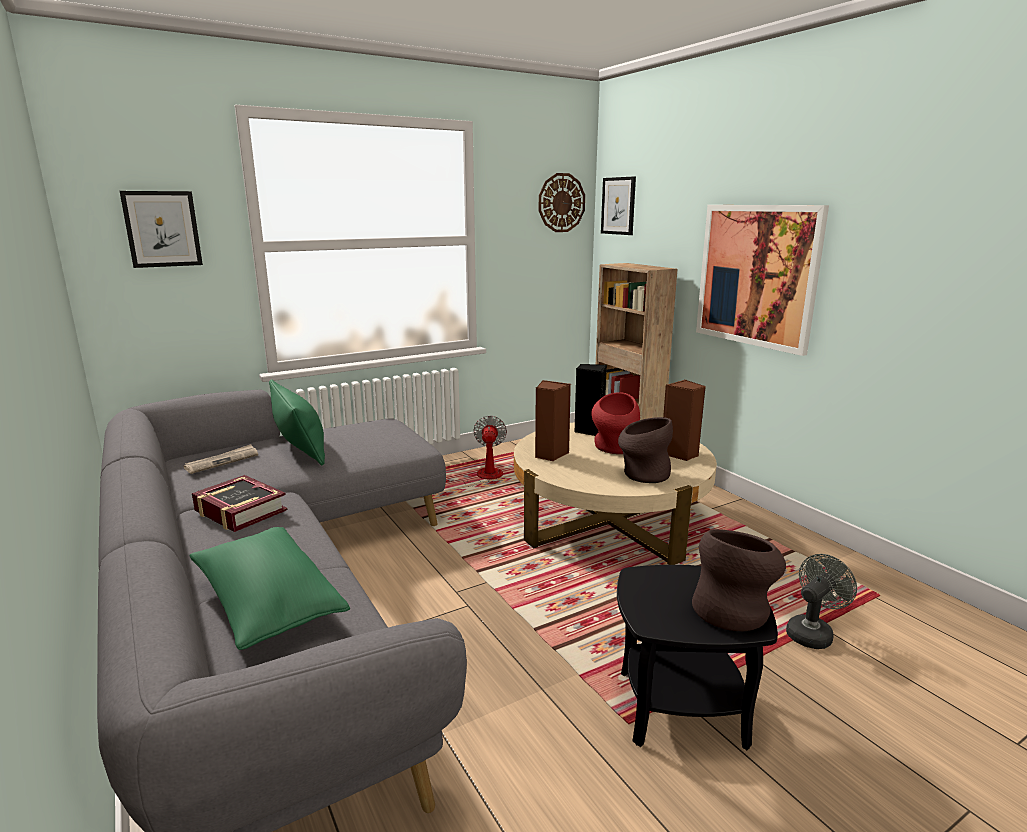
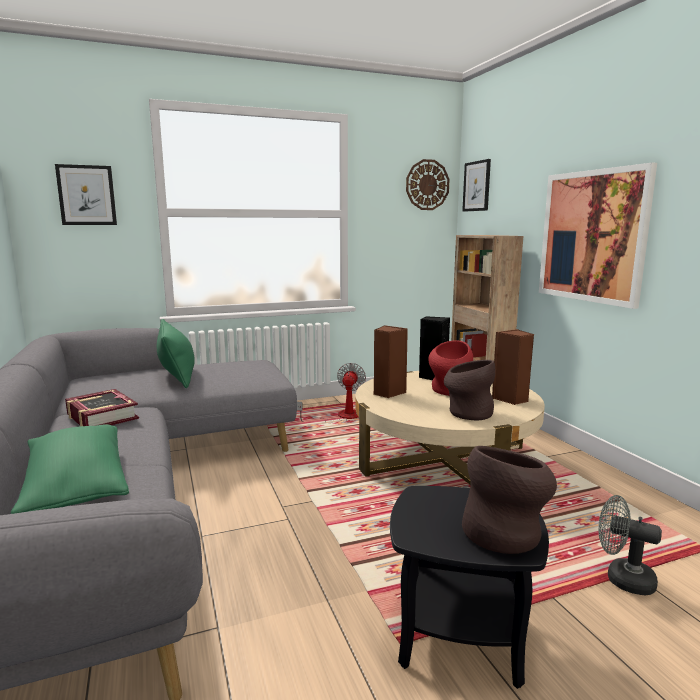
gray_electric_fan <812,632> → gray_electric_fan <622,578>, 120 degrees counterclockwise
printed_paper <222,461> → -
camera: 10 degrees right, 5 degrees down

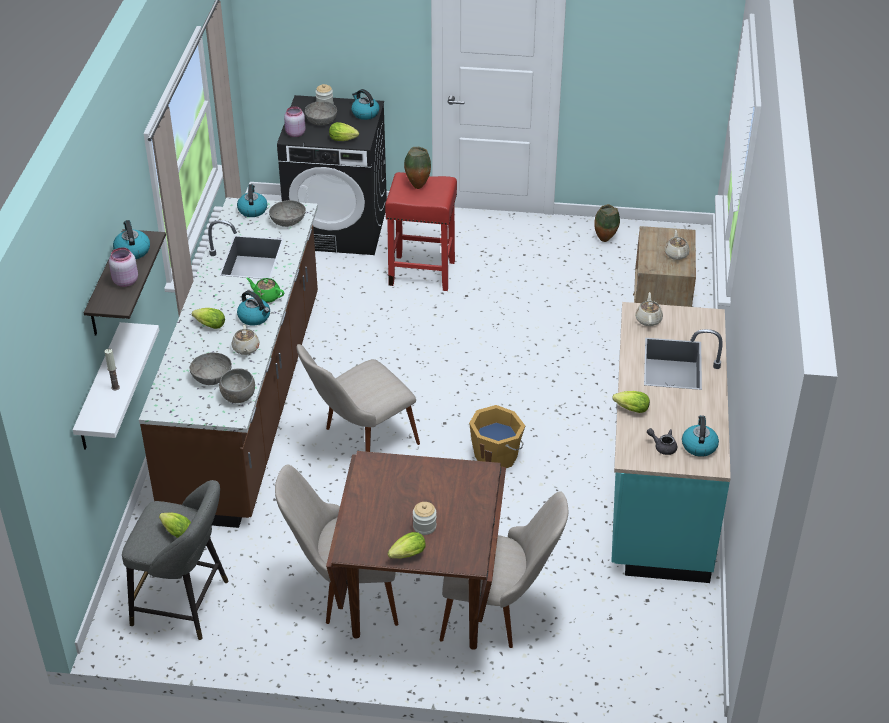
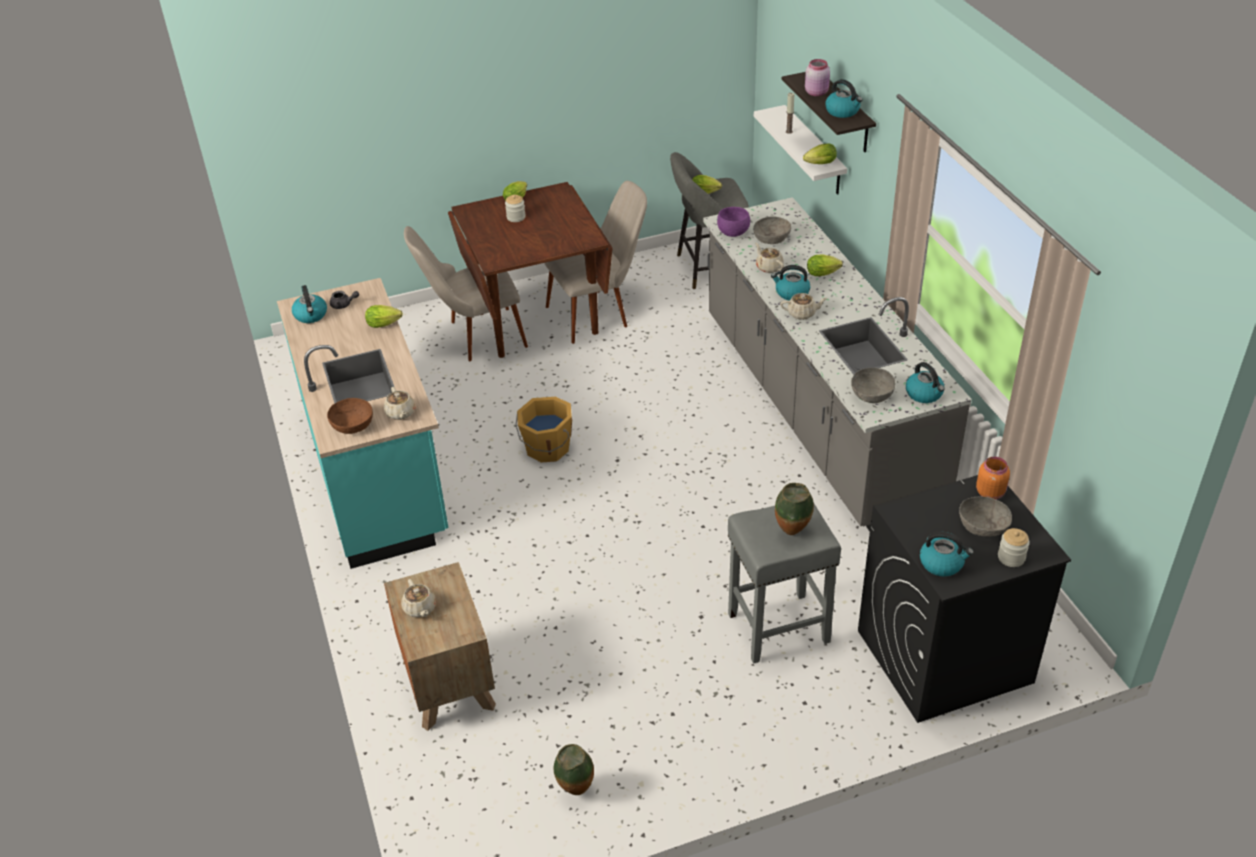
- → brownish_bowl <352,425>
brownish_kitchen_counter <247,403> → gray_kitchen_counter <816,410>
gray_bowl <238,397> → purple_bowl <733,233>
reddish_sitting_stool <423,273> → gray_sitting_stool <777,628>
green_tea_pot <266,296> → beige-coloured_tea_pot <802,313>
head_of_lettuce <344,140> → head_of_lettuce <818,164>, move
pink_storage_jar <295,133> → orangey_storage_jar <990,492>
beige-coloured_plain_chair <359,442> → -
camera: 155 degrees right, 0 degrees up

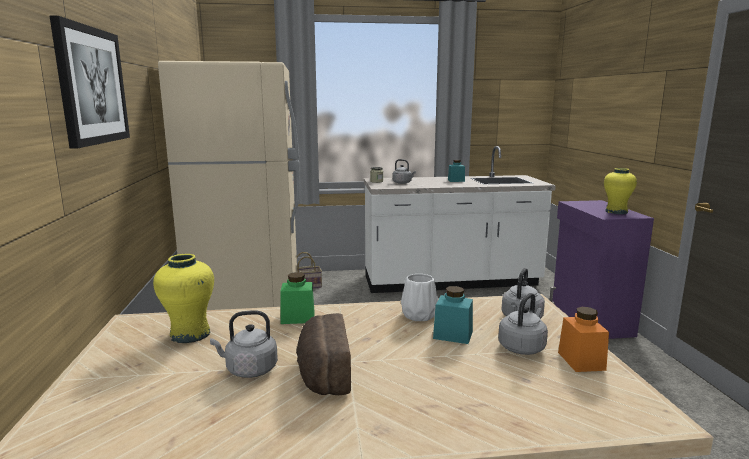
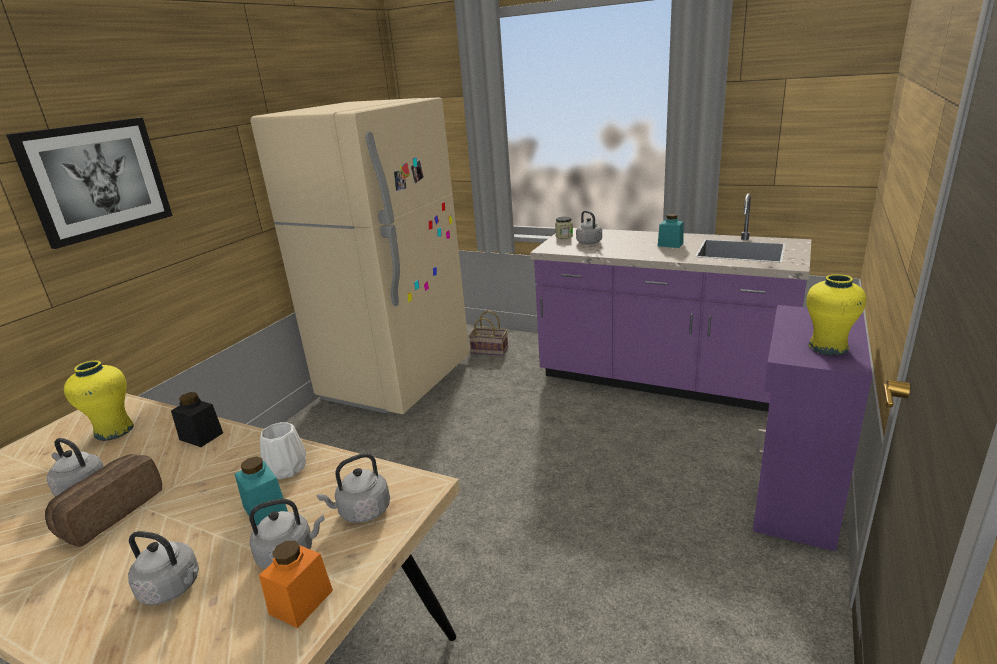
- → gray_water_kettle <173,588>
green_storage_jar <298,318> → blackish_storage_jar <201,436>
white-coloured_kitchen_counter <451,282> → purple_kitchen_counter <661,381>
camera: 35 degrees right, 10 degrees up

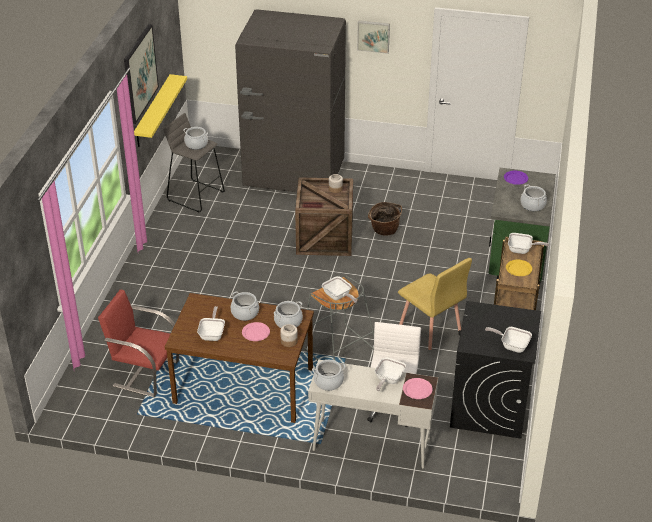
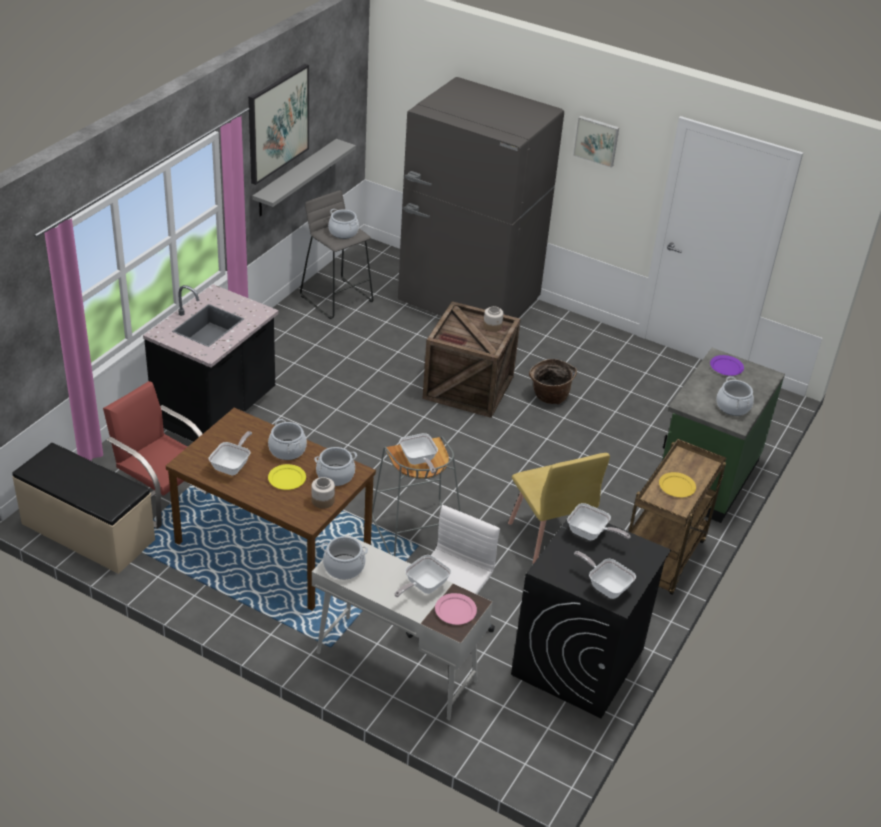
- → beige-coloured_indoor_bench <87,532>
- → blackish_kitchen_counter <217,410>
yellowish_bracket_shelf <153,111> → gray_bracket_shelf <296,178>
pink_dinner_plate <255,333> → yellowish_dinner_plate <287,478>
frying_pan <522,250> → frying_pan <590,534>, move
camera: 15 degrees right, 0 degrees up

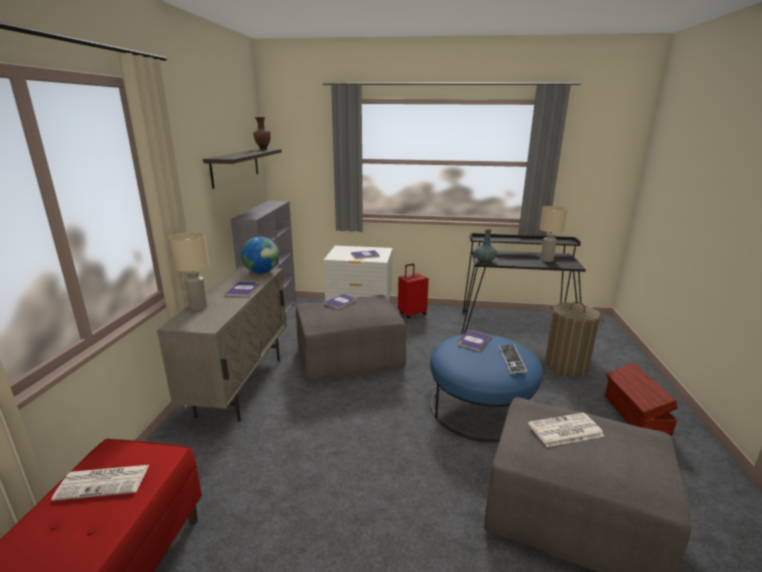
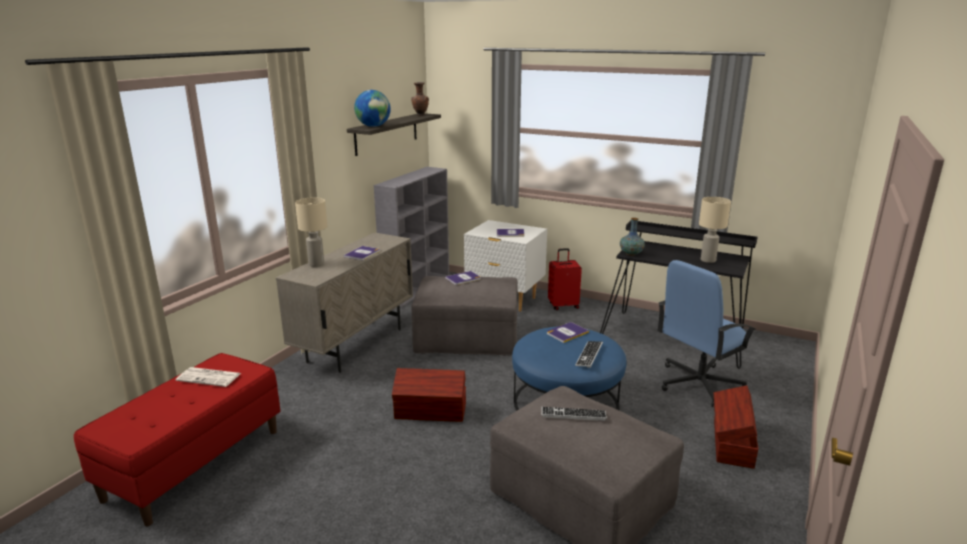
desk_globe <262,272> → desk_globe <373,126>, move
- → brownish_storage_bin <431,412>
printed_paper <565,430> → keyboard <573,415>
hamper <566,365> → blue-coloured_computer_chair <698,384>
camera: 20 degrees right, 0 degrees up

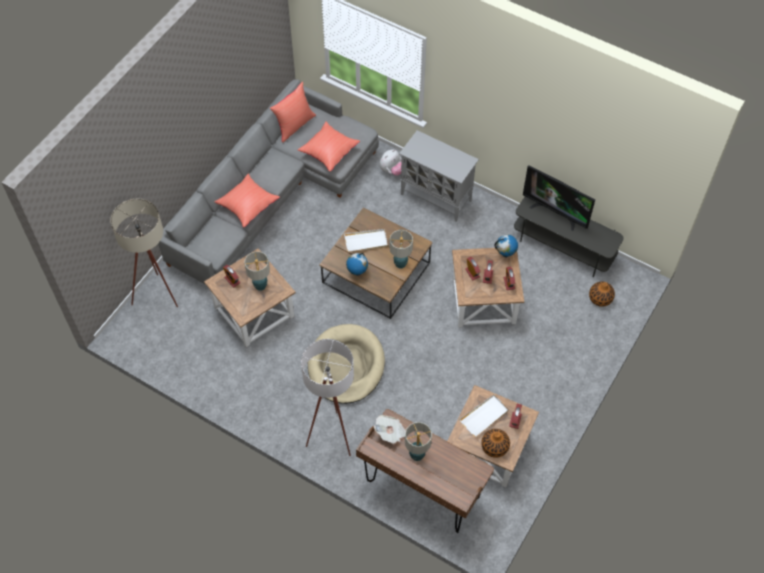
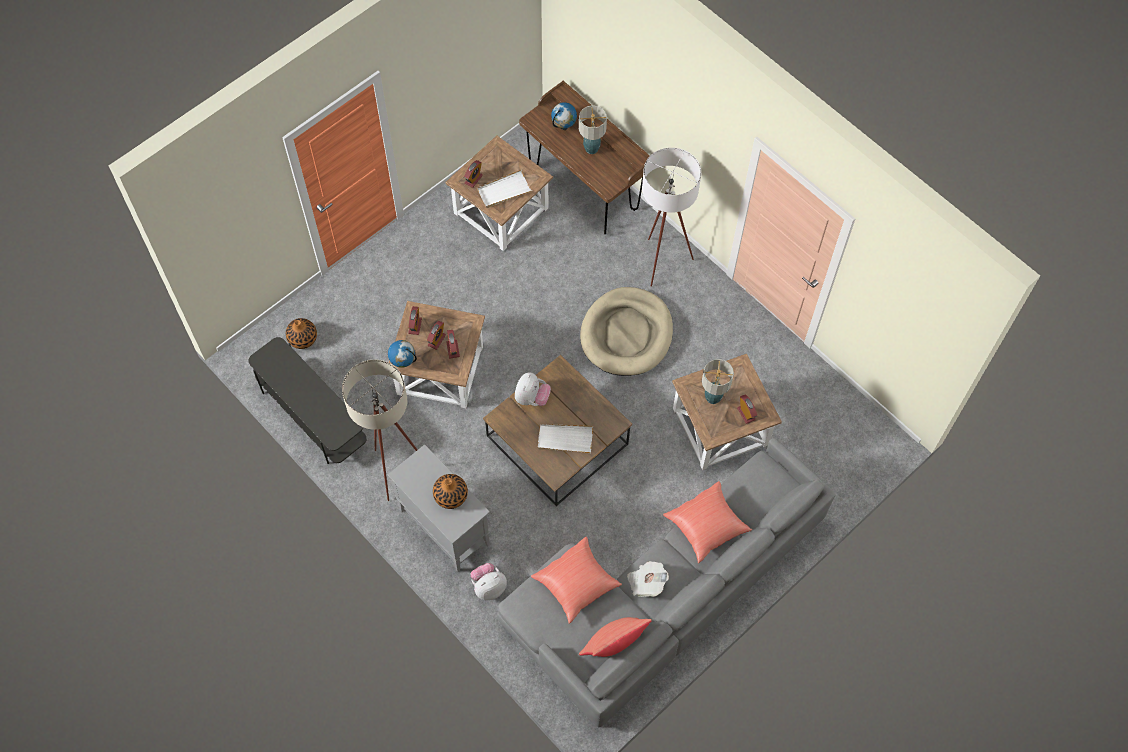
beige-coloured_floor_lamp <160,298> → beige-coloured_floor_lamp <393,467>, move
vase <494,446> → vase <450,496>, move
table_lamp <400,264> → soft_toy <531,398>
desk_globe <357,272> → desk_globe <564,127>, move
printed_paper <391,433> → printed_paper <646,582>, move
TV_set <555,213> → -
camera: 165 degrees left, 5 degrees up

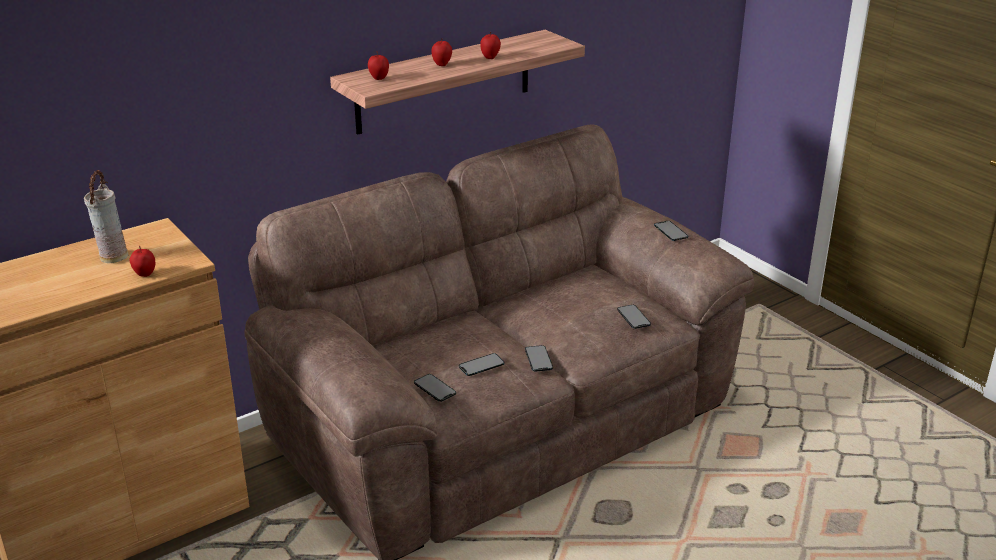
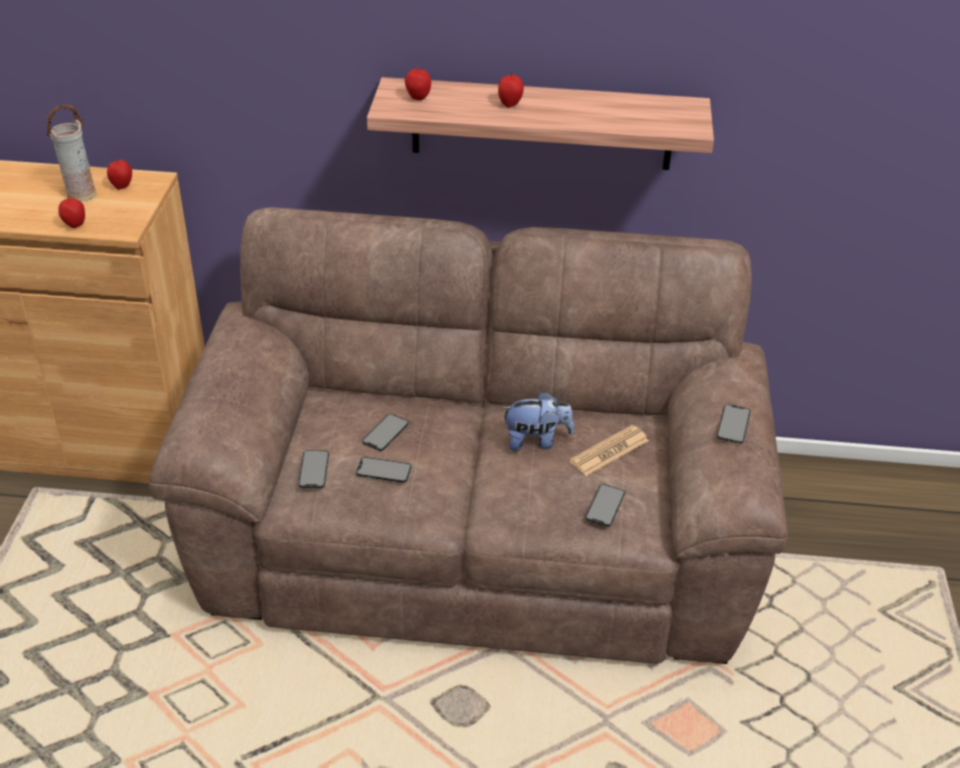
whole_apple <490,57> → whole_apple <122,186>, move
handset <538,358> → handset <385,432>, move
- → soft_toy <536,441>
- → printed_paper <609,451>
camera: 40 degrees right, 10 degrees up

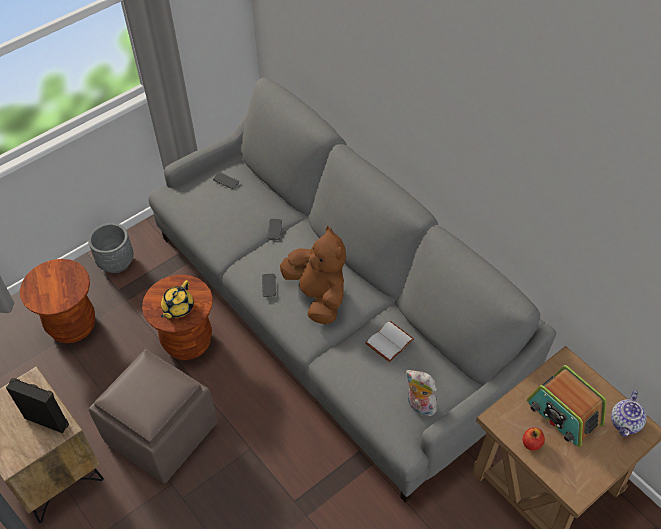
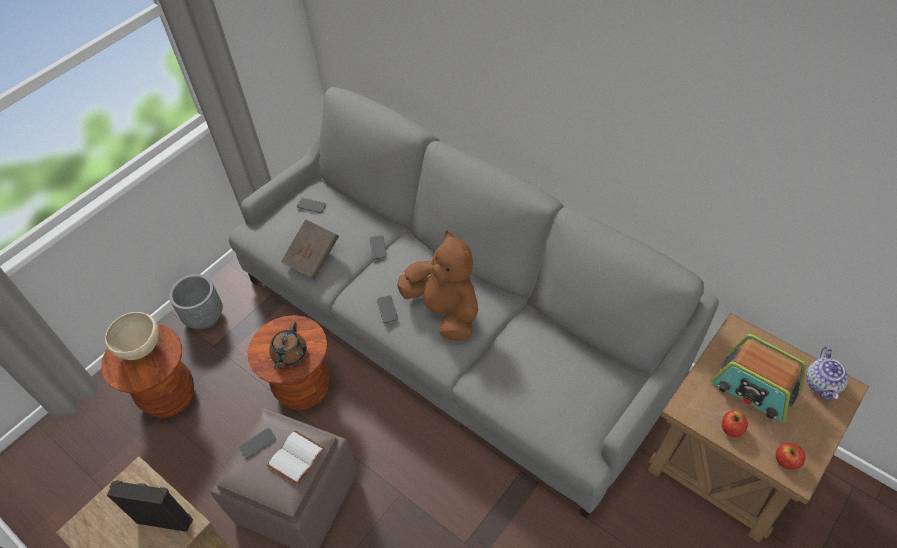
- → beige-coloured_bowl <141,348>
- → handset <258,443>
white-coloured_volume <390,343> → white-coloured_volume <297,459>, move
yellowish_tea_pot <177,308> → brownish_tea_pot <289,354>
- → brownish_volume <312,258>
- → whole_apple <786,461>
soft_toy <419,406> → -
camera: 10 degrees left, 0 degrees up

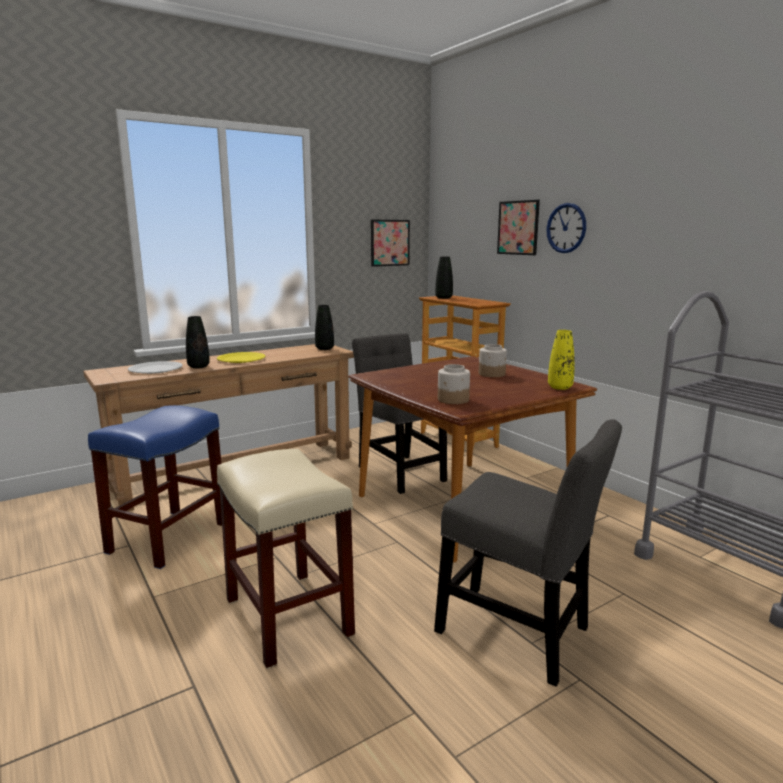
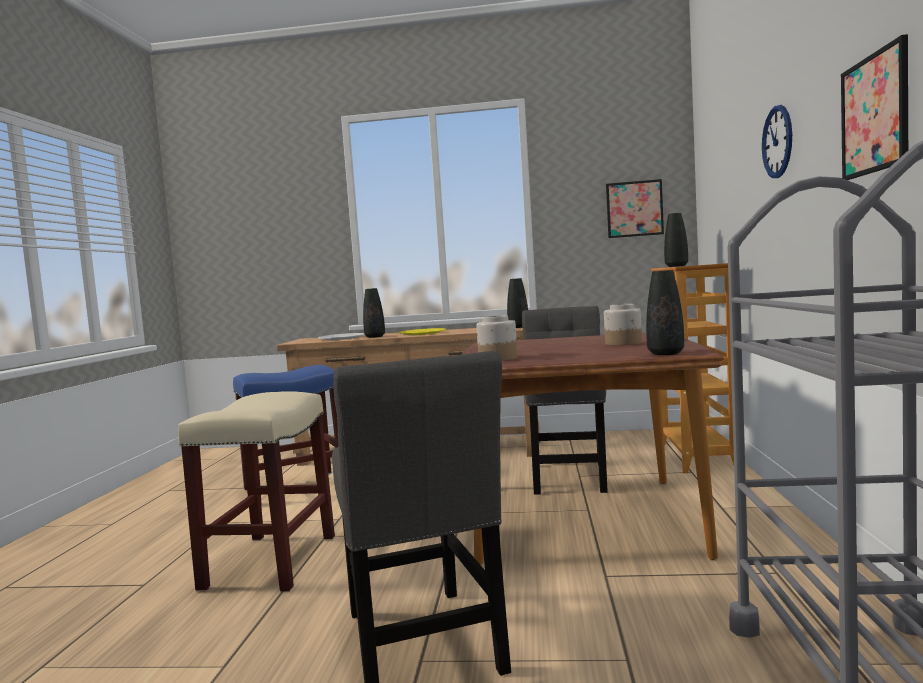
yellowish_vase <560,387> → blackish_vase <665,353>
picture <518,227> → picture <874,114>, move
camera: 40 degrees right, 10 degrees down

